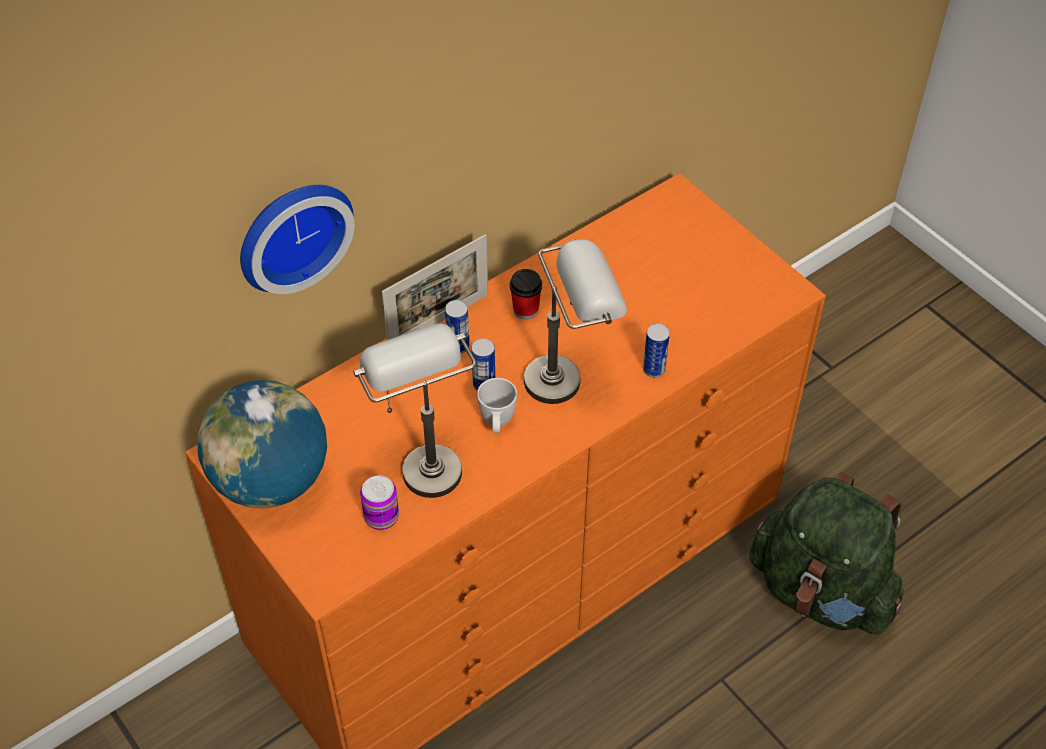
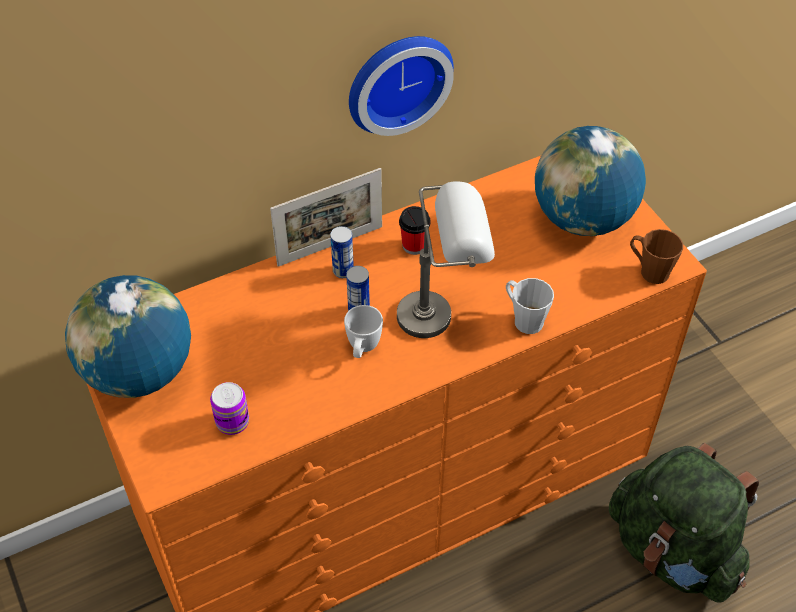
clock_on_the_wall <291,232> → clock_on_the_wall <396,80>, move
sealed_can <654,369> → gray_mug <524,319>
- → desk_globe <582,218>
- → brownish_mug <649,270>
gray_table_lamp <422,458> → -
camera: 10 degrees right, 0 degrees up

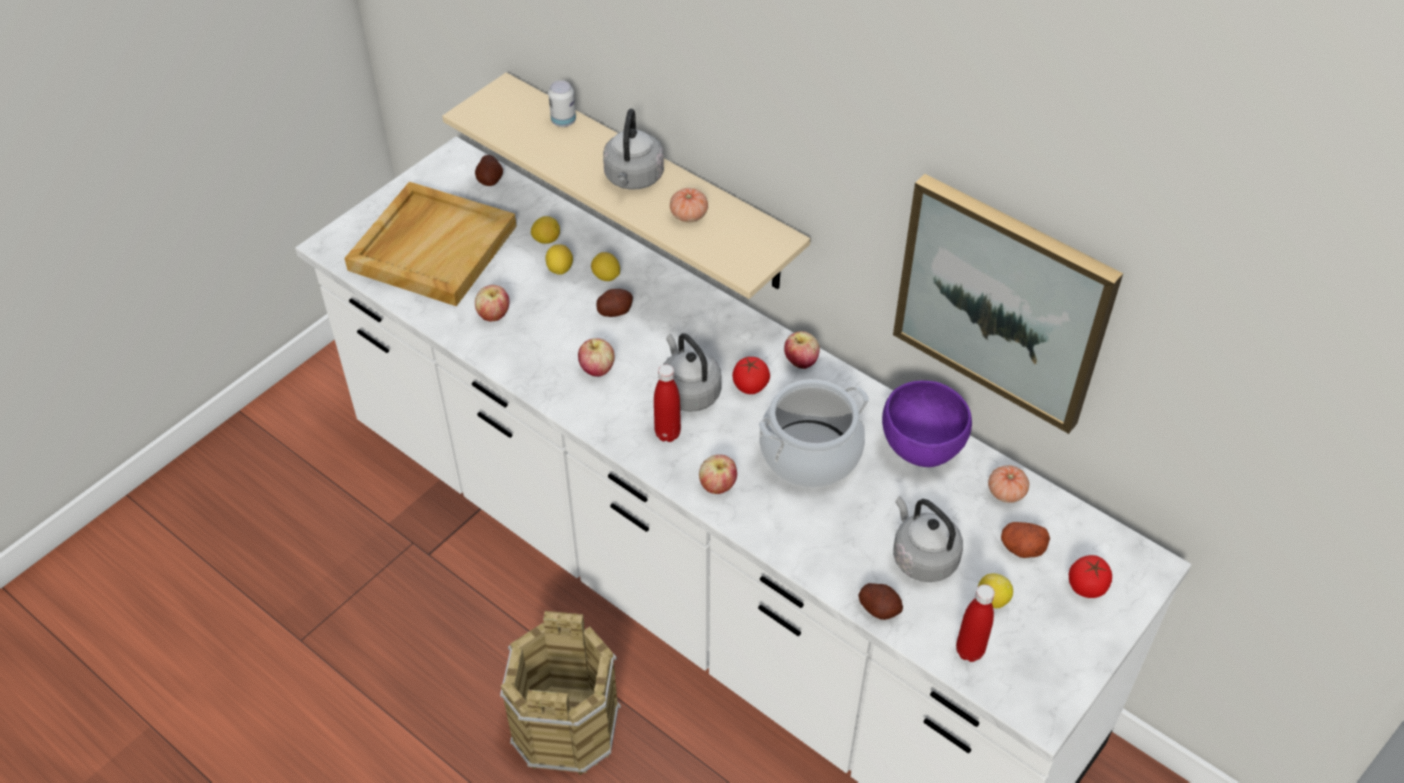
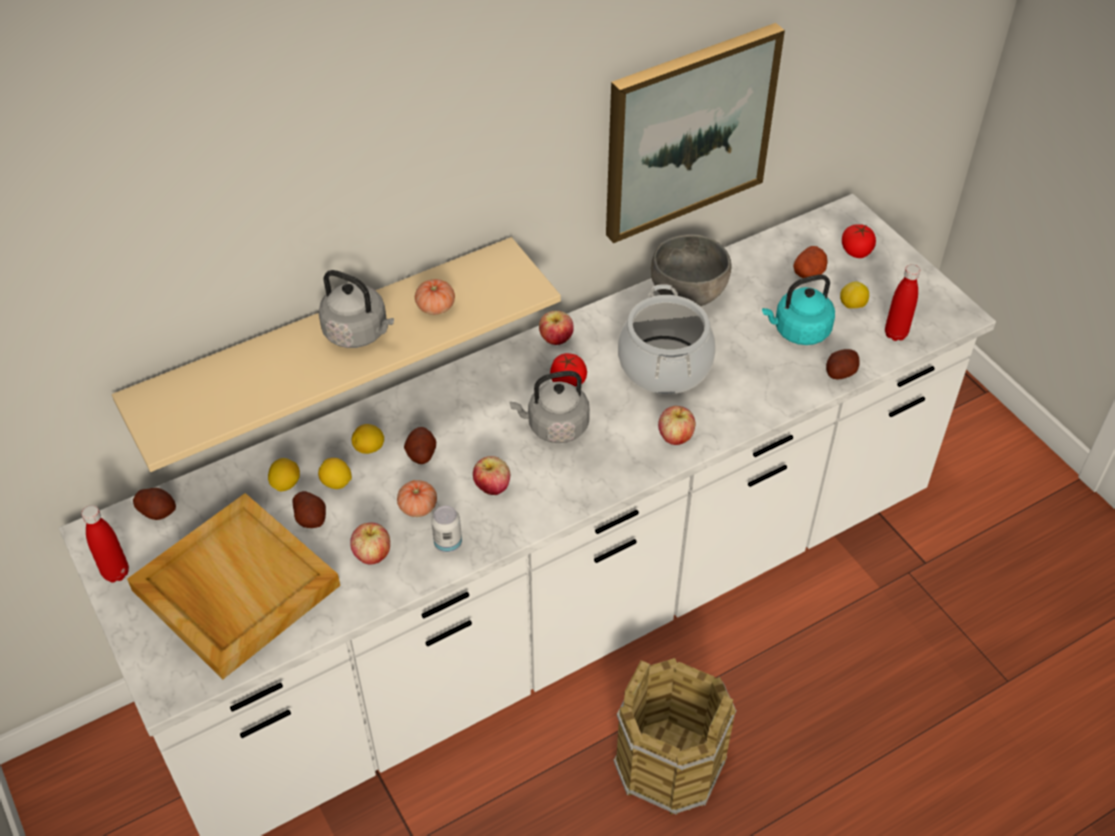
reddish_drink_bottle <667,434> → reddish_drink_bottle <116,573>, move
- → potato <311,518>
whole_tomato <1006,492> → whole_tomato <418,507>, move
sealed_can <563,121> → sealed_can <448,543>, move
purple_bowl <922,449> → gray_bowl <689,295>
gray_water_kettle <922,557> → turquoise_water_kettle <798,331>
camera: 70 degrees left, 0 degrees up

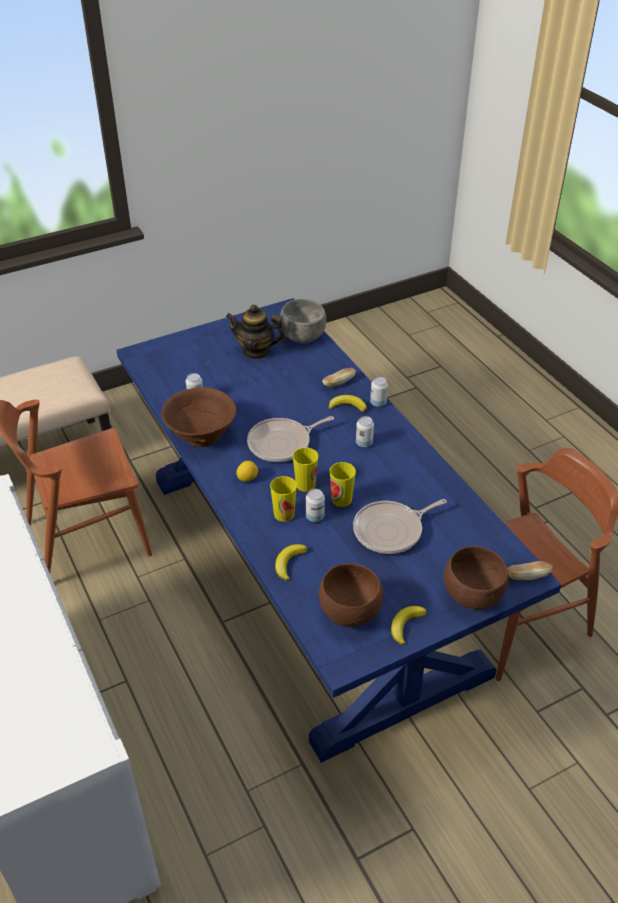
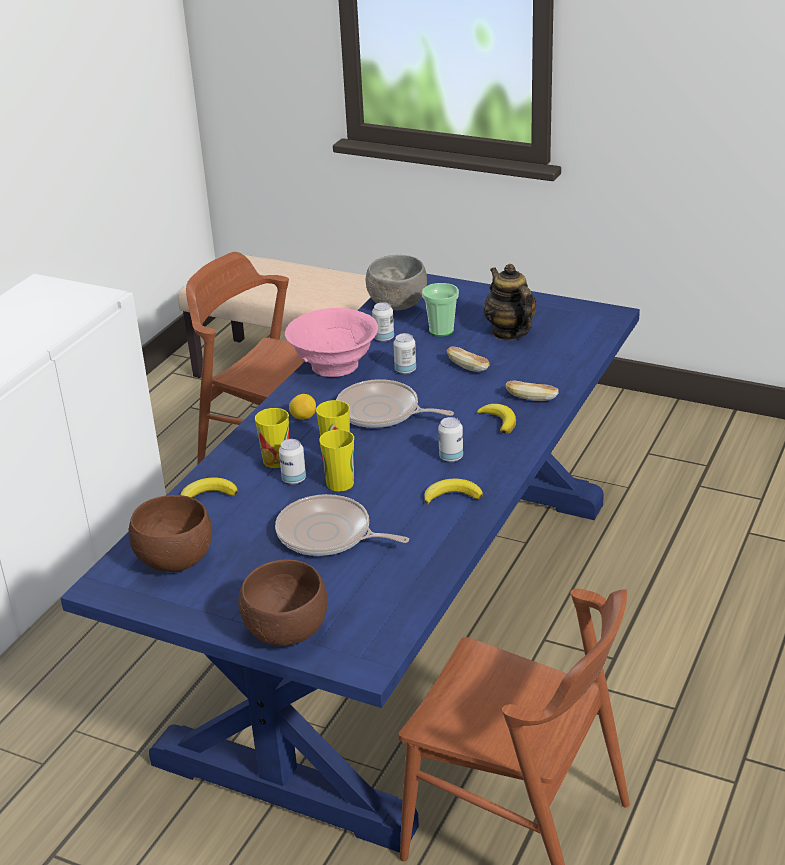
brownish_bowl <201,435> → pink_bowl <334,366>
gray_bowl <302,337> → gray_bowl <396,305>, move
sealed_can <378,403> → sealed_can <405,370>, move
- → small_cup <441,330>
banana <406,625> → banana <452,496>, move
bakery_bread <527,576> → bakery_bread <468,367>, move
camera: 55 degrees right, 10 degrees down

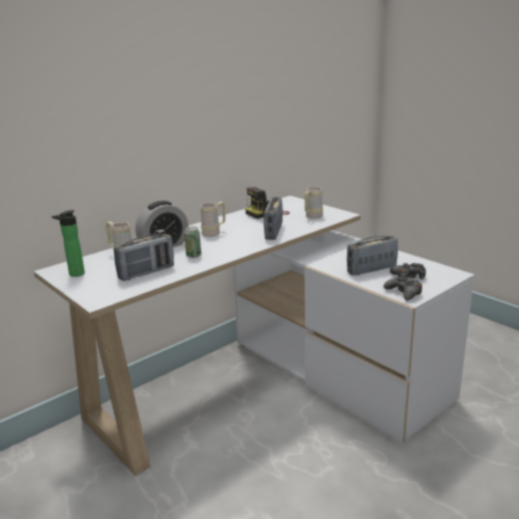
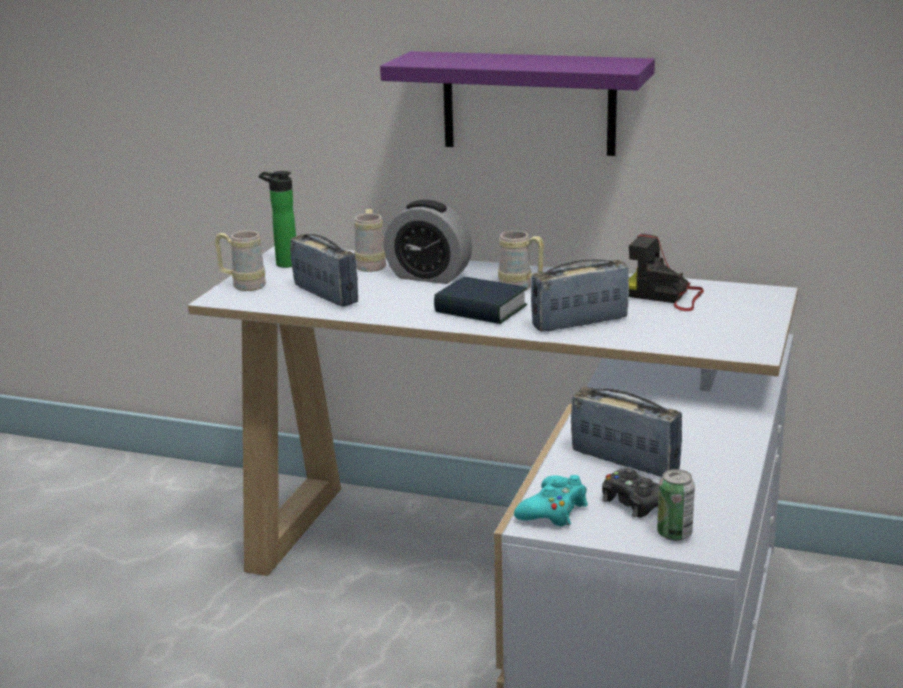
beige-coloured_mug <312,217> → beige-coloured_mug <242,285>, move
radio <146,273> → radio <326,295>, 150 degrees counterclockwise
- → purple_bracket_shelf <528,103>
- → volume <481,309>
blackish_gamepad <404,292> → turquoise_gamepad <553,511>
sealed_can <193,255> → sealed_can <674,534>, move
camera: 60 degrees right, 0 degrees up

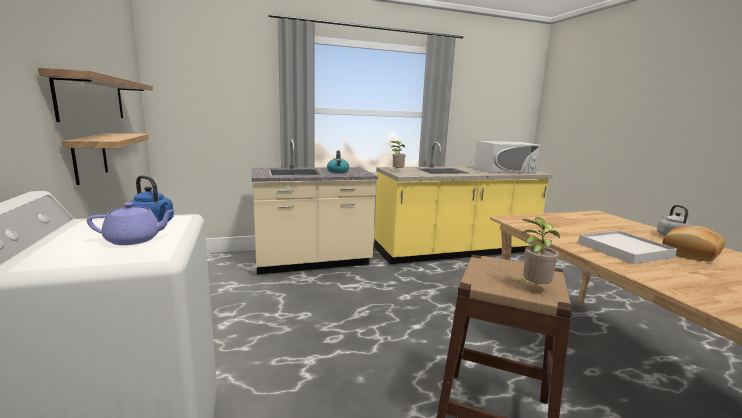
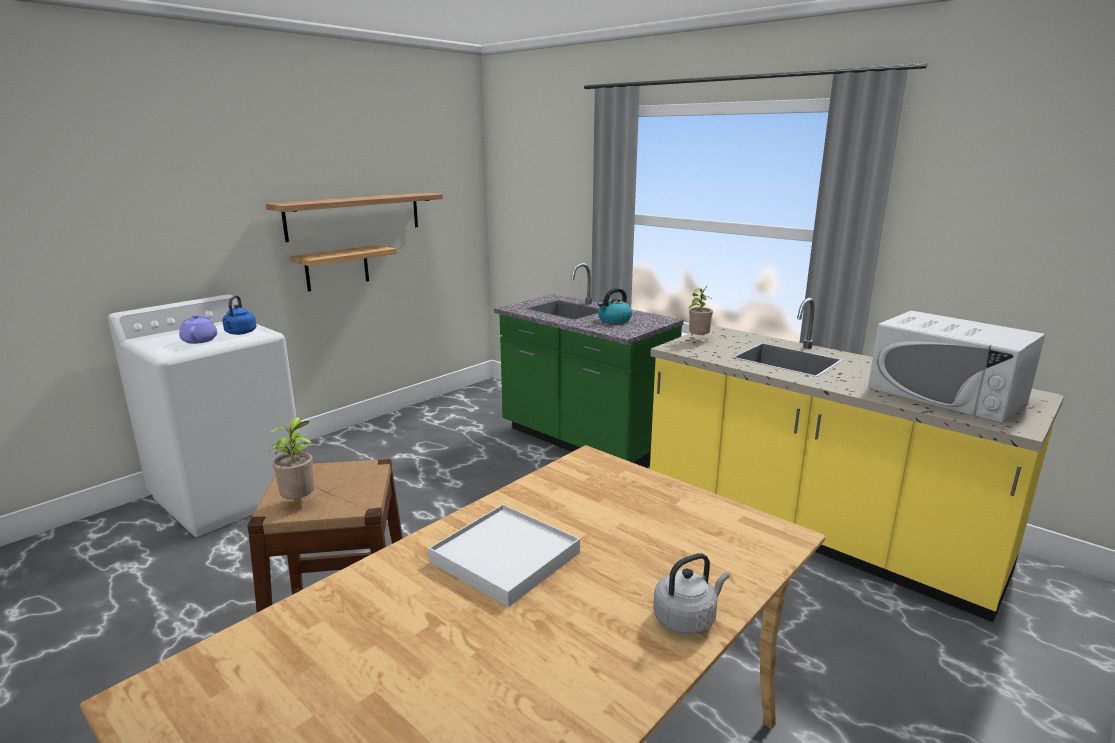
purple_tea_pot <135,240> → purple_tea_pot <200,340>, 150 degrees counterclockwise
beige-coloured_kitchen_counter <312,262> → green_kitchen_counter <583,442>
bakery_bread <688,253> → -
camera: 60 degrees right, 5 degrees up

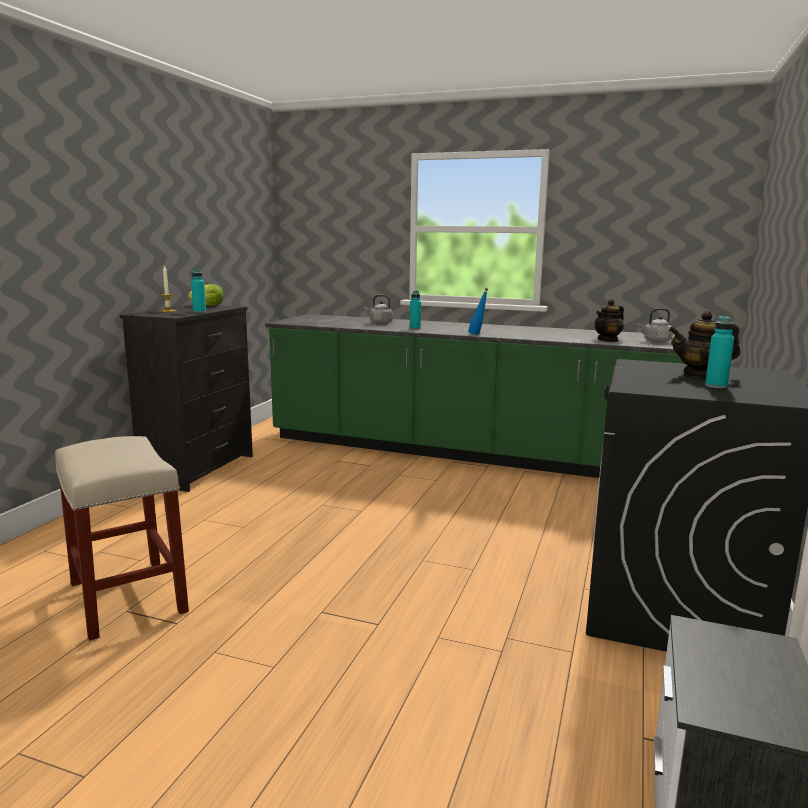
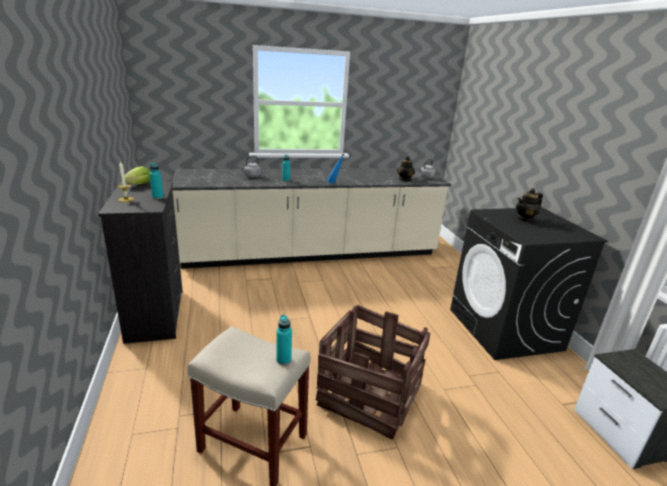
green_kitchen_counter <462,451> → beige-coloured_kitchen_counter <312,253>
turquoise_drink_bottle <716,386> → turquoise_drink_bottle <283,360>, move
- → packing_crate <369,395>
camera: 35 degrees left, 10 degrees up

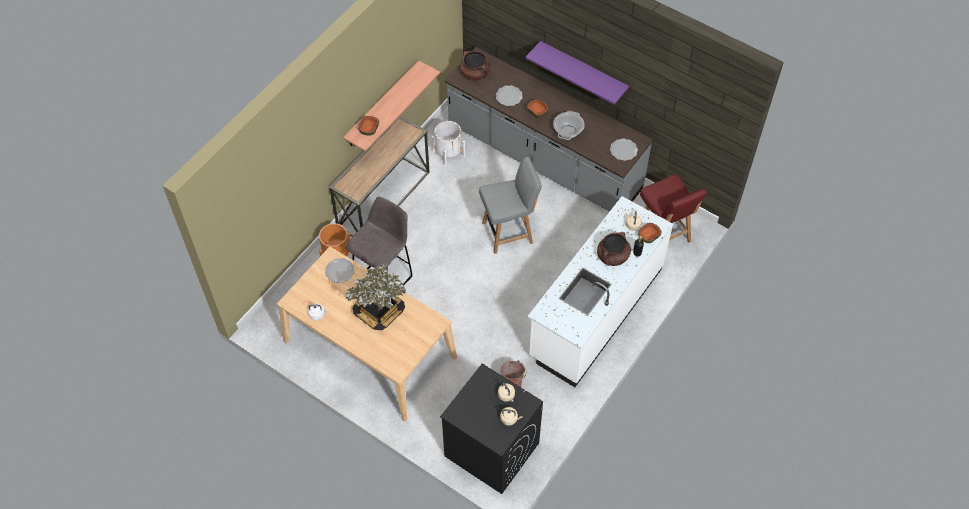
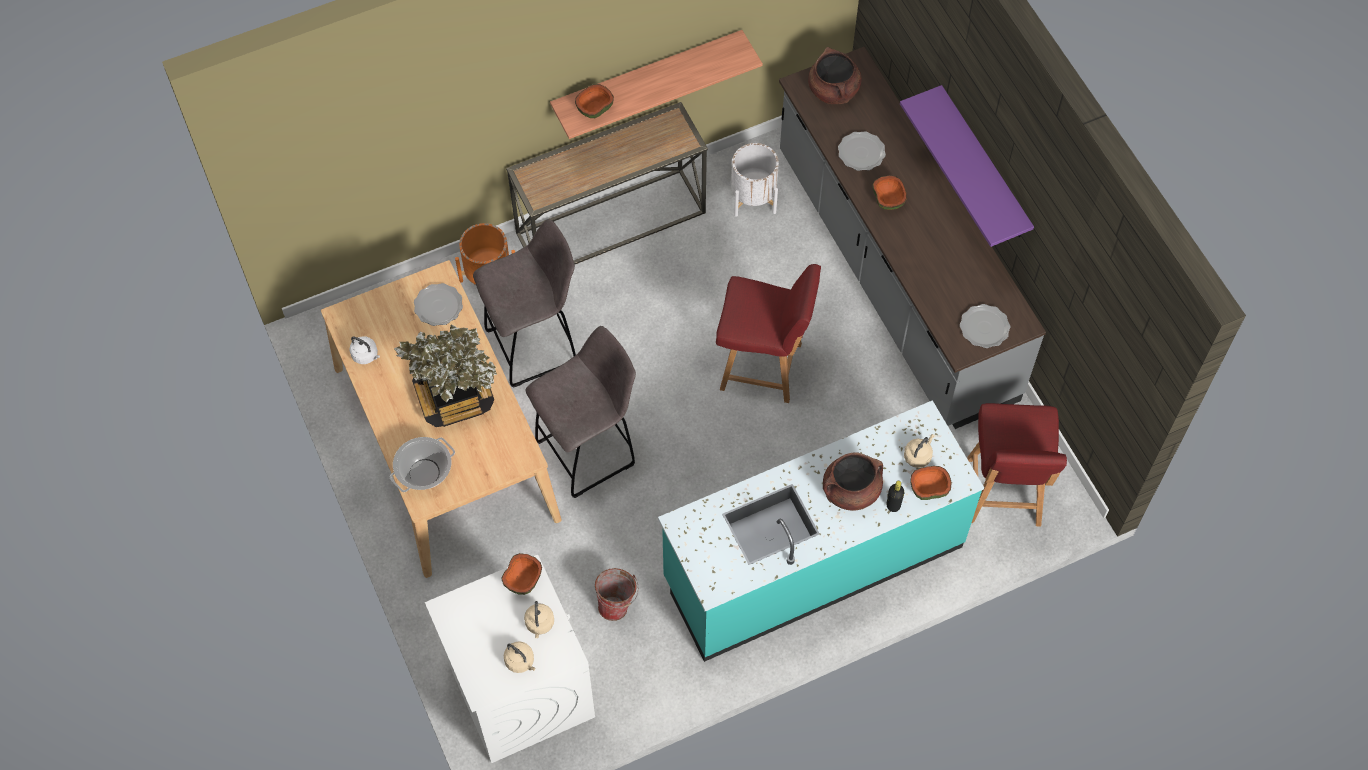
cooking_pot <568,131> → cooking_pot <424,472>, move
blackish_laundry_machine <491,449> → white-coloured_laundry_machine <519,688>
- → bowl <523,579>
- → gray_sitting_stool <588,452>
white-coloured_kitchen_counter <595,312> → turquoise_kitchen_counter <812,561>
gray_plain_chair <508,232> → reddish_plain_chair <763,367>
camera: 30 degrees right, 5 degrees up

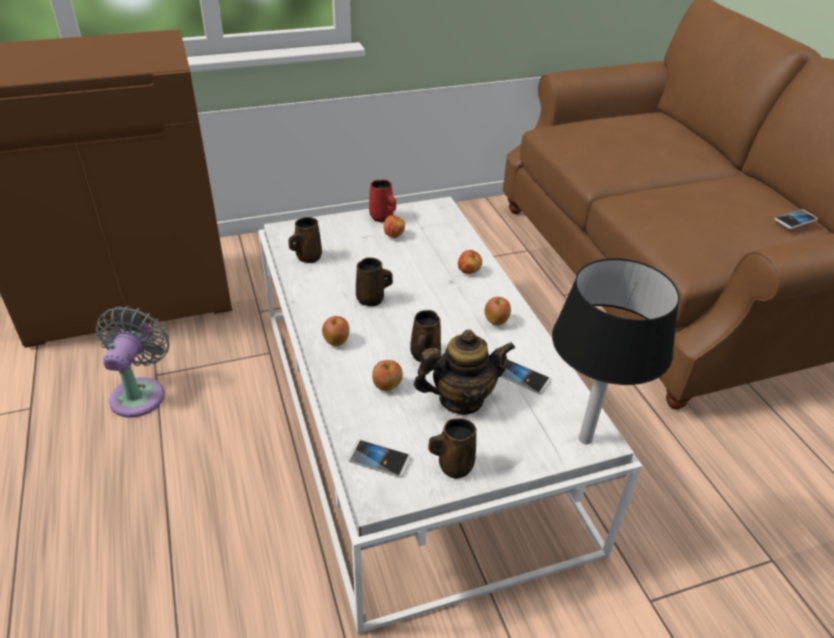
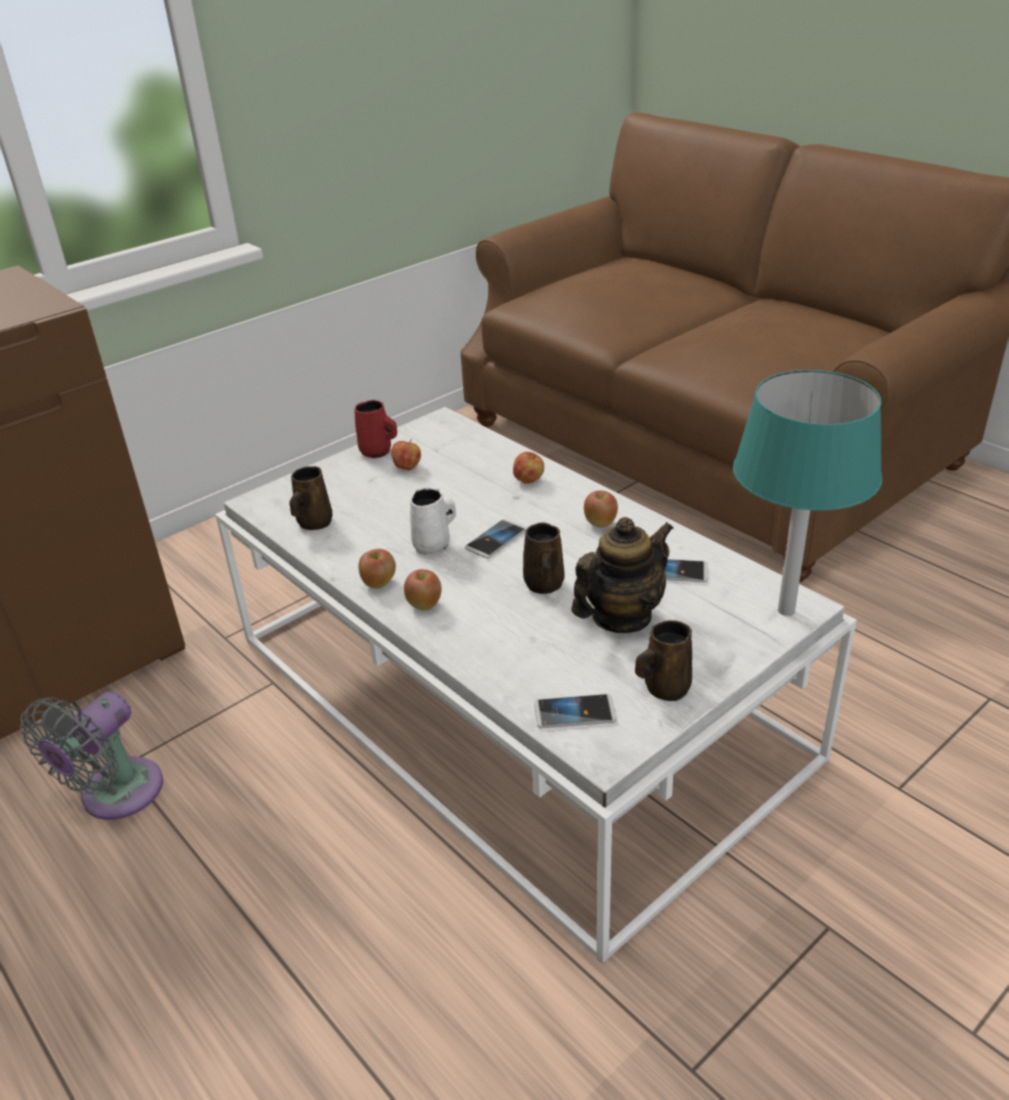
gray_electric_fan <140,393> → gray_electric_fan <115,795>, 135 degrees counterclockwise
whole_apple <387,386> → whole_apple <379,583>, move
brownish_mug <372,299> → white-coloured_mug <433,545>
handset <795,220> → handset <496,540>, move
blackish_table_lamp <585,439> → turquoise_table_lamp <786,611>
camera: 20 degrees left, 5 degrees down

